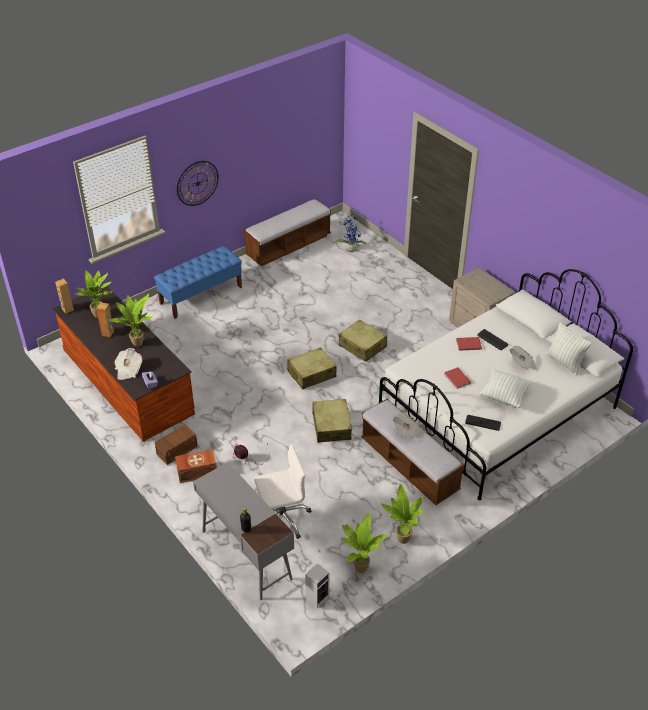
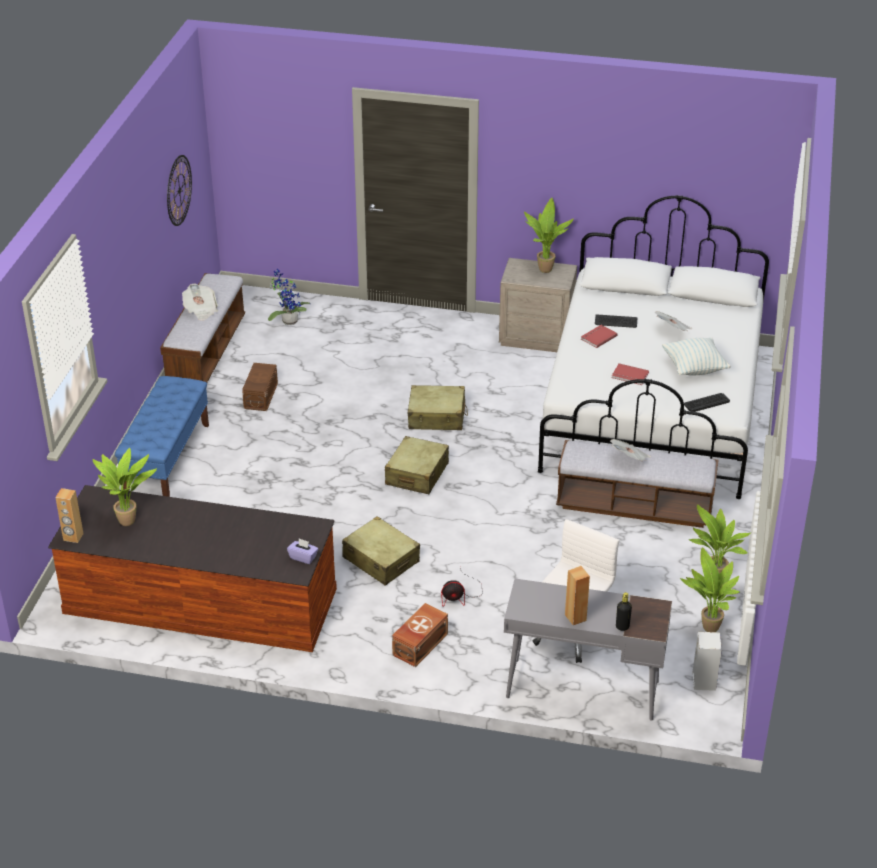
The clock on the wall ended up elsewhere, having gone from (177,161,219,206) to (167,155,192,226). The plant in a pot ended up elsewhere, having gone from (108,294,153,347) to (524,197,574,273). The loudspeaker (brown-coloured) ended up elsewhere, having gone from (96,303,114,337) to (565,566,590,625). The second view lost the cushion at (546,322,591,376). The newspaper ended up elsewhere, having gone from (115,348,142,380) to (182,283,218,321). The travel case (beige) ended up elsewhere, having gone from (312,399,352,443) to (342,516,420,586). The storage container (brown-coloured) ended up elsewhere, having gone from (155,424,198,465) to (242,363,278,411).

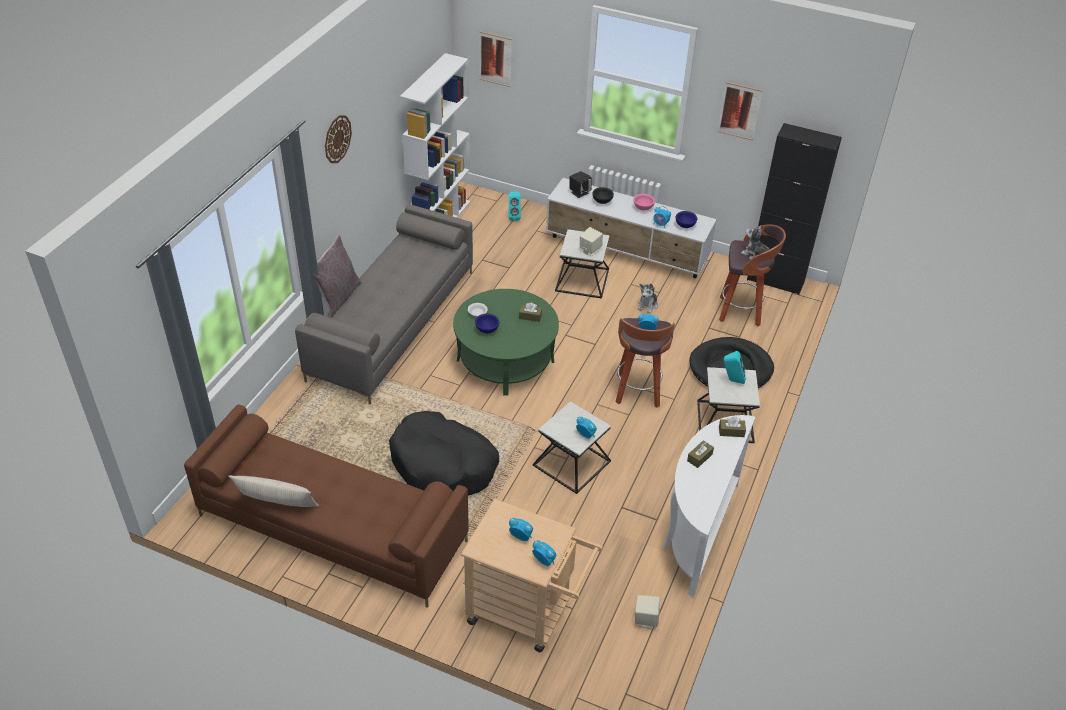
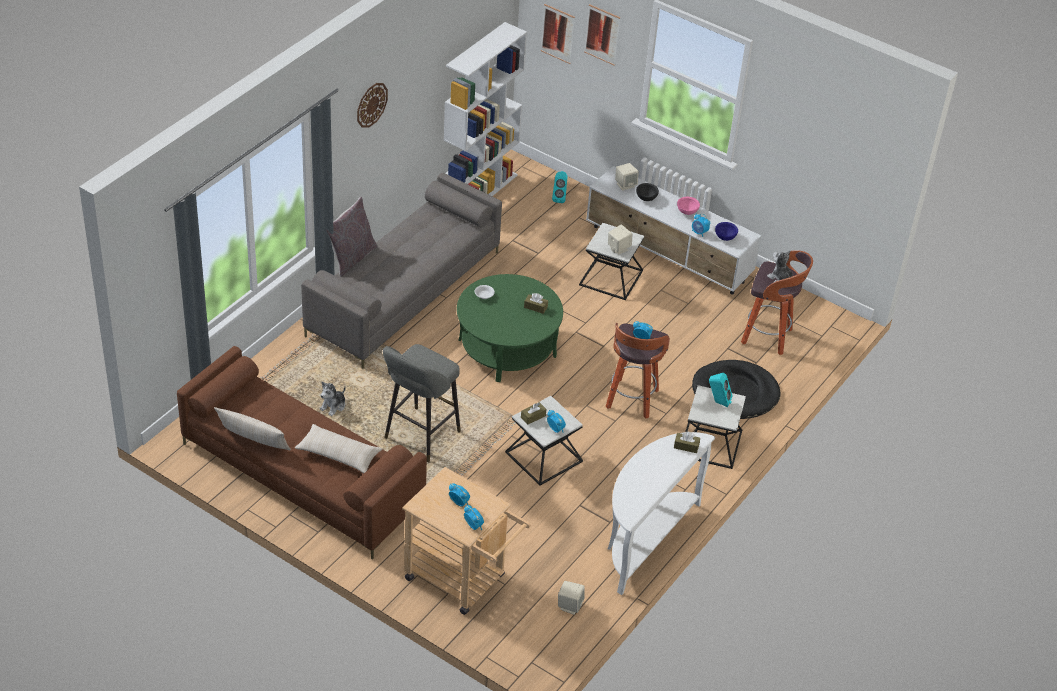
The wall art ended up elsewhere, having gone from (718,82,763,141) to (584,4,620,66). The second view lost the cabinet (blackish) at (747,123,842,295). What was the loudspeaker (blackish) at (570,171,592,198) turned into the loudspeaker (beige) at (615,163,639,191). The plush toy ended up elsewhere, having gone from (638,283,658,314) to (320,381,345,416). The second view lost the serving bowl (blue-coloured) at (475,313,499,333). Where the dog cushion (blackish) stood at (389,411,499,496), the sitting stool (grey) came to stand at (383,344,461,462). The tissue holder (brown-coloured) ended up elsewhere, having gone from (687,440,714,468) to (521,402,546,425). The second view gained the cushion (beige) at (295,424,382,473).

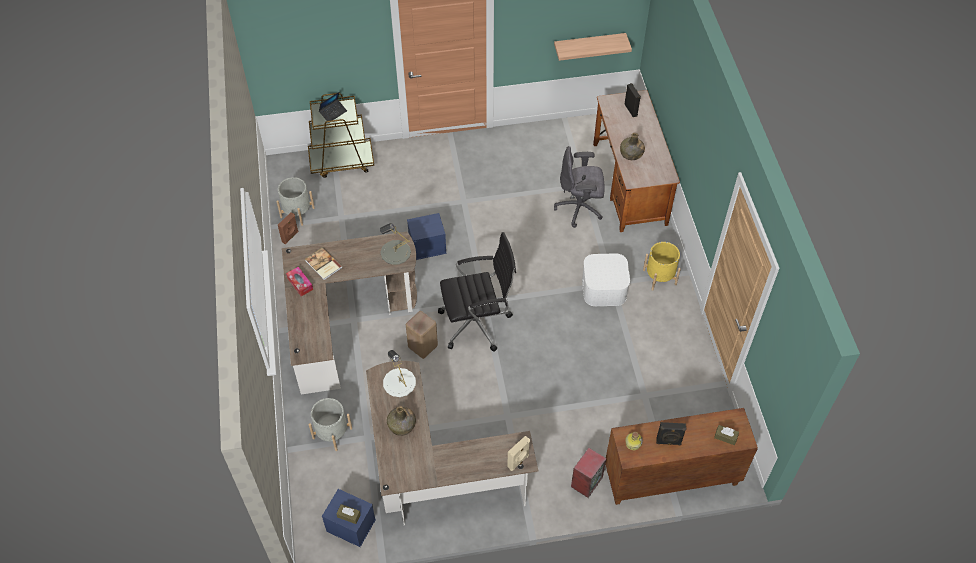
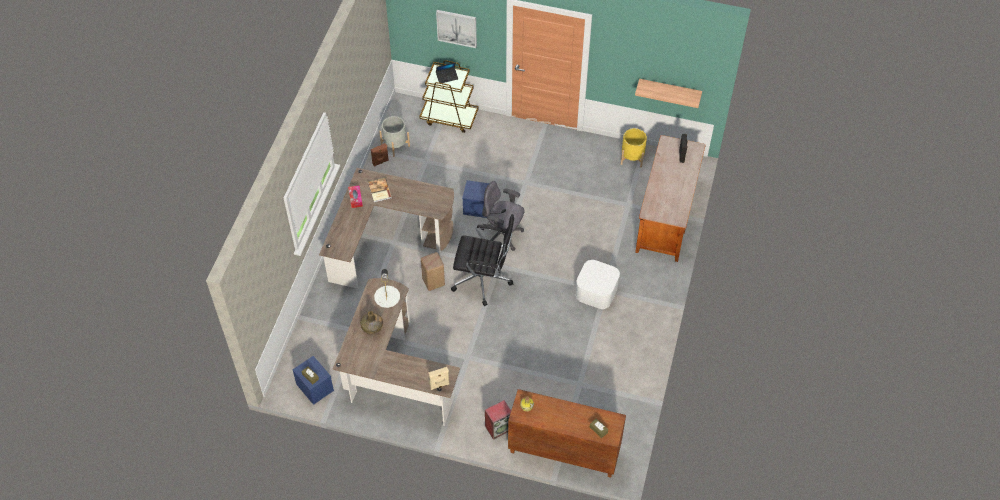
The second view lost the drink bottle (greenish) at (620,133,645,160). The office chair (grey) ended up elsewhere, having gone from (554,146,604,228) to (481,181,525,251). The second view lost the table lamp (grey) at (380,223,411,265). The plant pot (yellow) ended up elsewhere, having gone from (643,242,681,291) to (621,128,647,167). The second view lost the plant pot (grey) at (309,398,352,451). The second view lost the loudspeaker (blackish) at (656,422,686,445). The second view gained the wall art at (436,10,477,48).

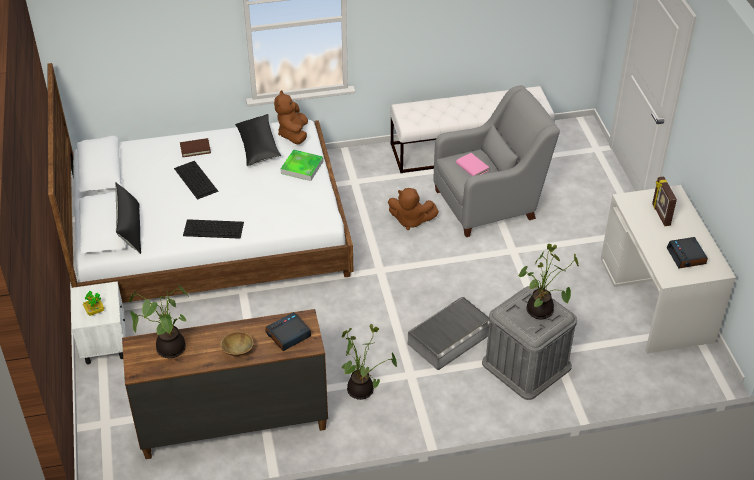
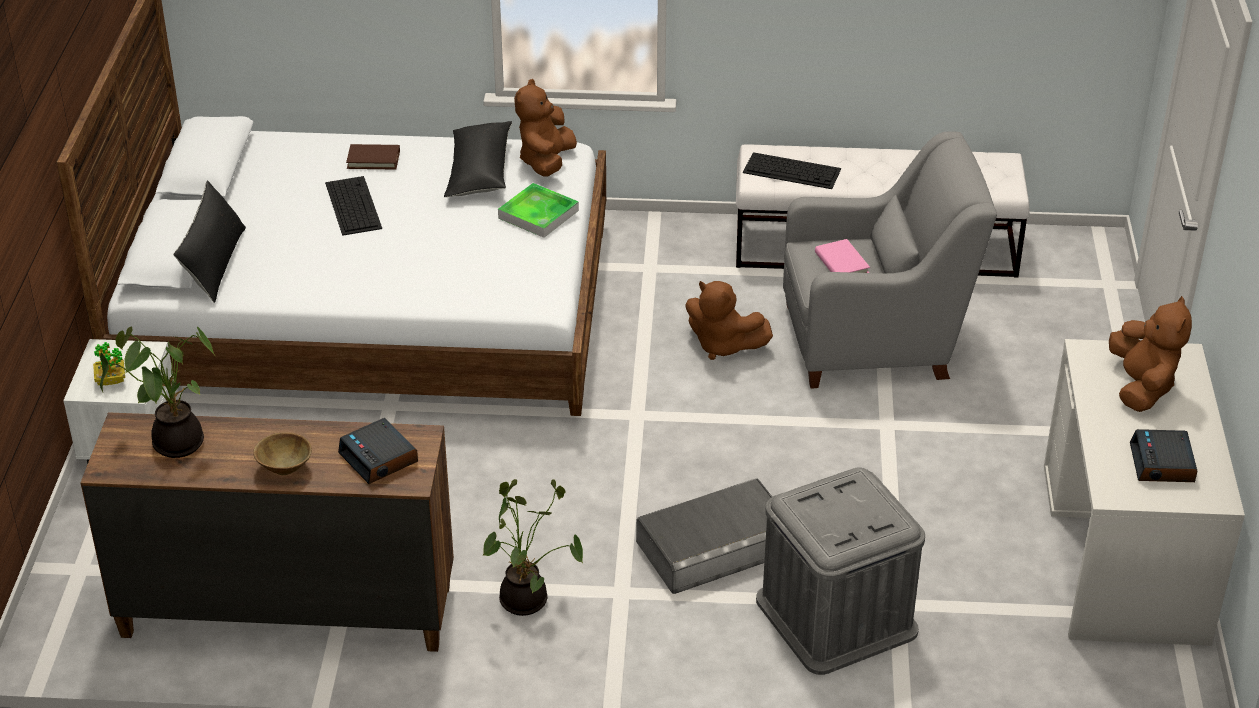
Where the photo frame stood at (652,177,677,226), the plush toy (brown-coloured) came to stand at (1109,296,1192,412). The computer keyboard ended up elsewhere, having gone from (183,219,244,239) to (743,152,841,189). The second view lost the plant in a pot at (518,244,579,319). The alarm clock at (265,312,311,351) ended up facing another way, 105 degrees counterclockwise from before.

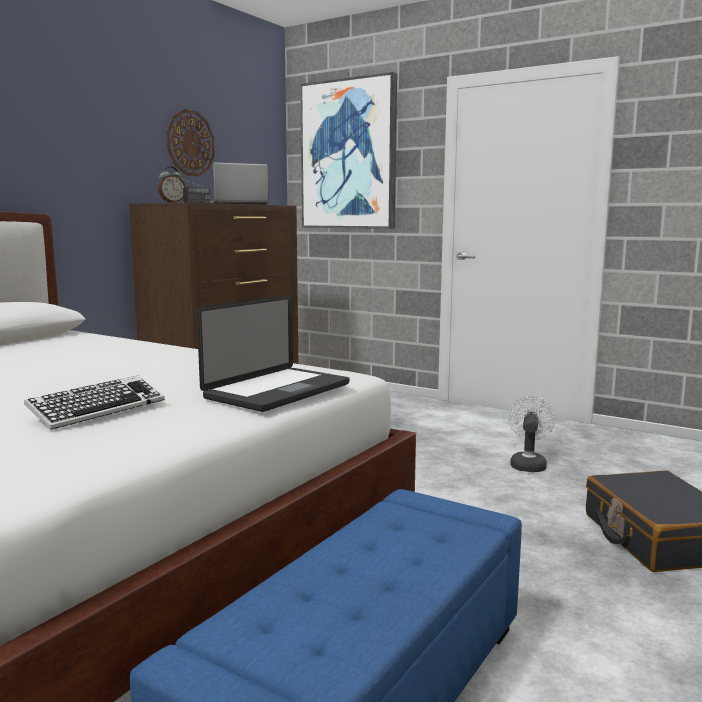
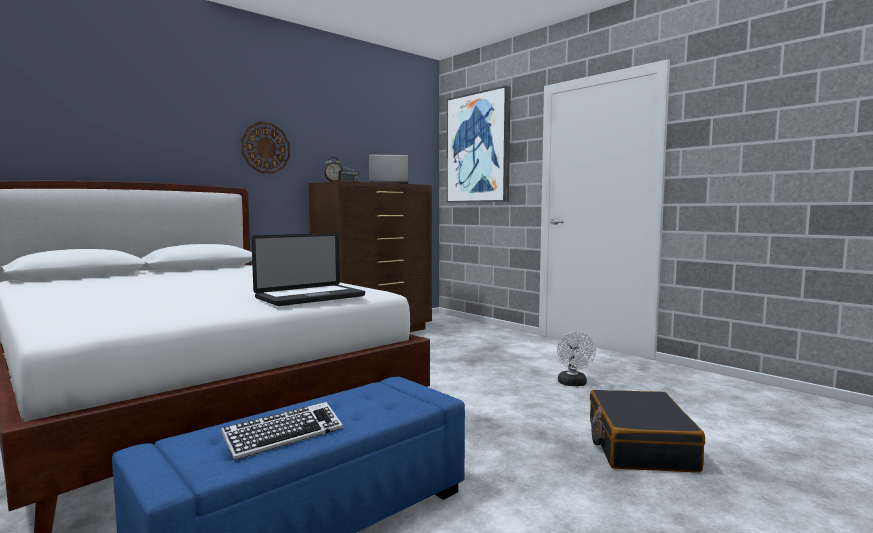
The clock on the wall ended up elsewhere, having gone from (167,109,215,176) to (241,122,290,174). The computer keyboard ended up elsewhere, having gone from (24,375,165,430) to (221,402,343,460). The electric fan (white) at (508,396,555,472) ended up facing another way, 150 degrees clockwise from before.

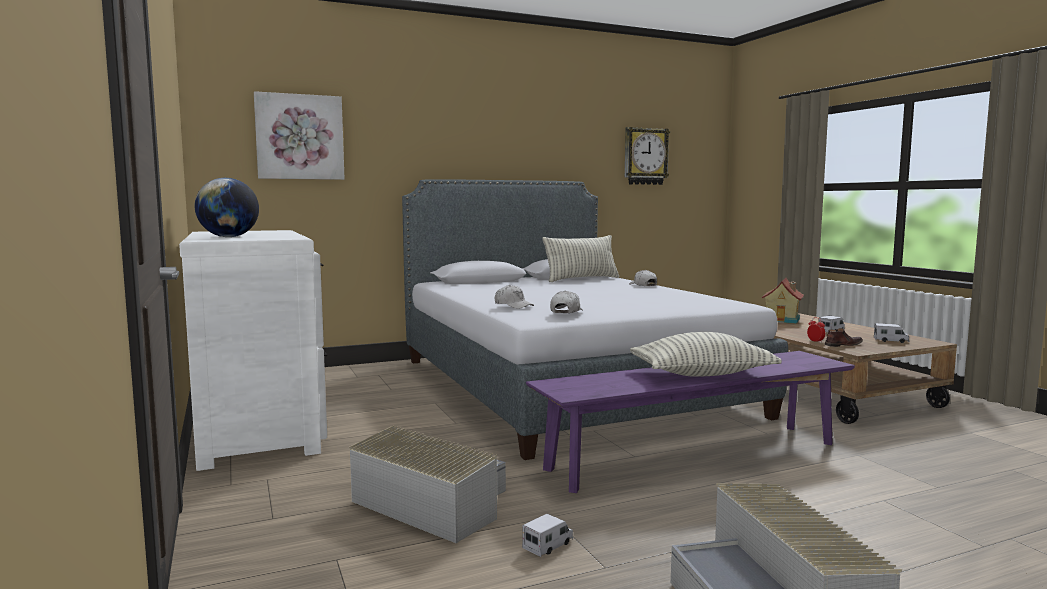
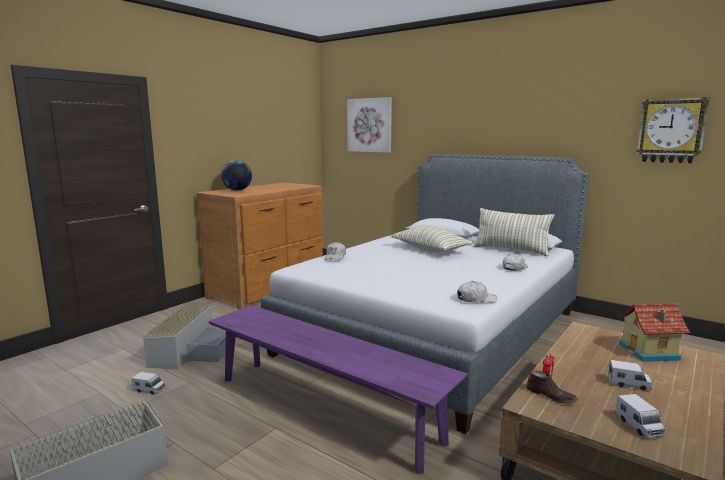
What was the chest of drawers (white) at (179,230,327,471) turned into the chest of drawers (brown-coloured) at (196,183,323,310). The peaked cap (white) ended up elsewhere, having gone from (550,291,583,313) to (457,281,498,303). The cushion ended up elsewhere, having gone from (630,332,782,377) to (390,225,472,252).

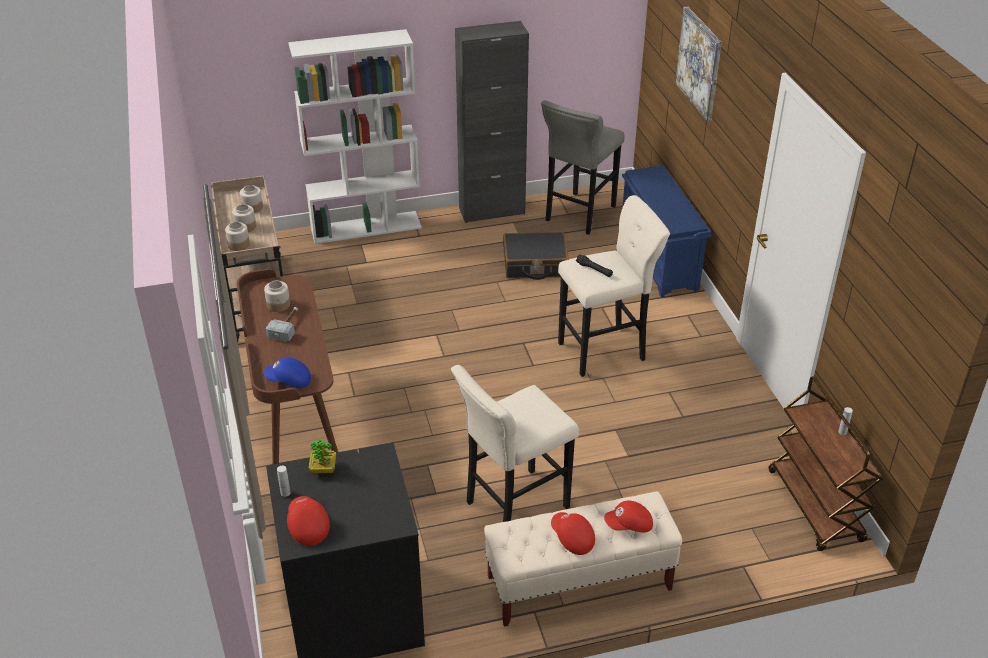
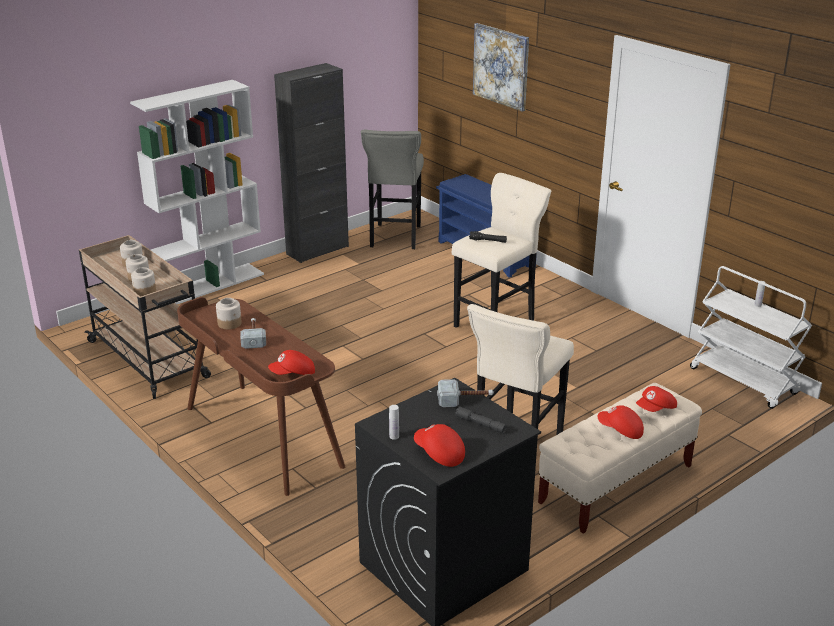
The second view lost the travel case (blackish) at (503,232,569,280). What was the peaked cap (blue-coloured) at (264,357,311,388) turned into the peaked cap (reddish) at (268,350,315,375). What was the trolley (brown-coloured) at (769,376,884,551) turned into the trolley (white) at (690,266,812,409). The second view lost the plant in a pot at (308,439,336,473). The second view gained the hand hammer at (437,379,494,407). The second view gained the flashlight (grey) at (455,406,507,433).

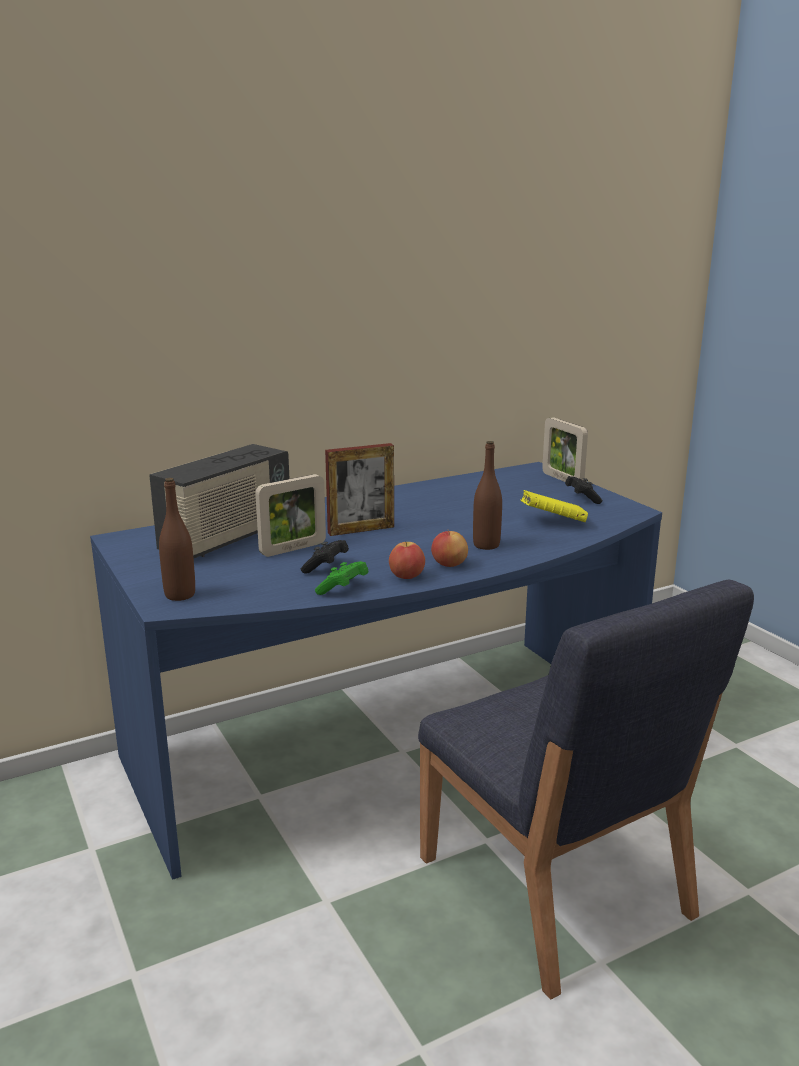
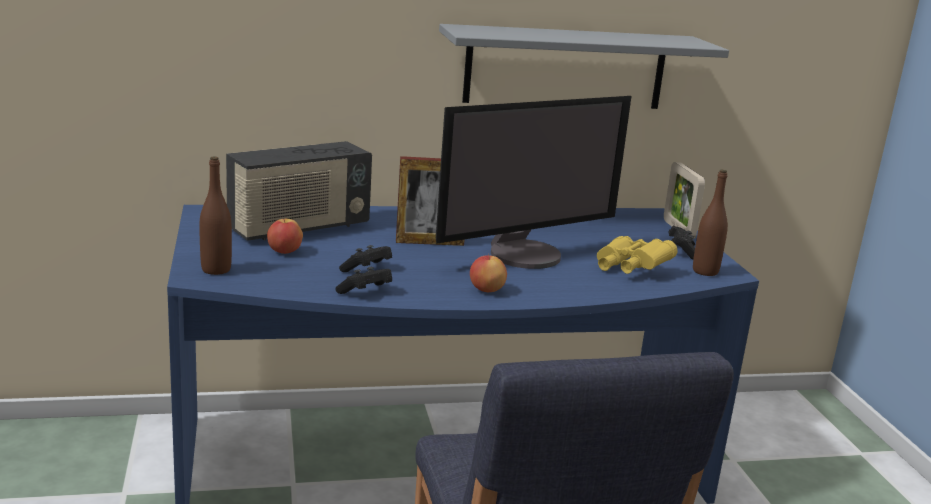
The drink bottle (brown-coloured) ended up elsewhere, having gone from (473,441,502,550) to (693,169,728,276). The second view lost the photo frame at (255,474,326,557). Where the book (yellow) stood at (521,490,588,522), the pair of binoculars (yellow) came to stand at (597,236,677,274). The whole apple ended up elsewhere, having gone from (389,542,425,579) to (267,218,303,254). What was the game controller (greenish) at (315,561,368,595) turned into the game controller (blackish) at (335,267,392,294). The second view gained the bracket shelf (grey) at (439,24,729,109). The second view gained the computer display at (436,96,631,269).

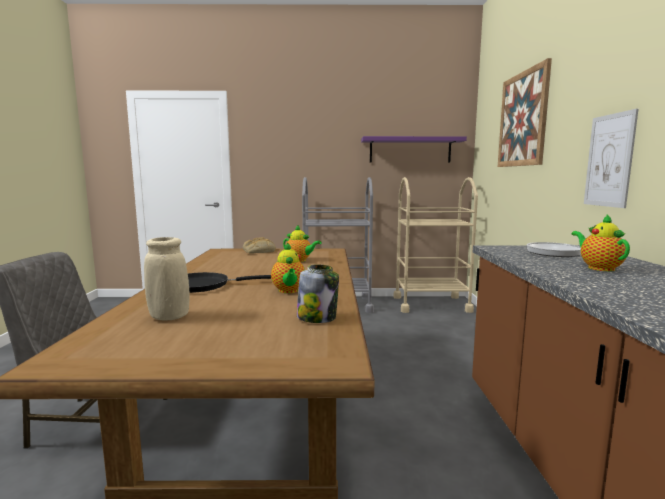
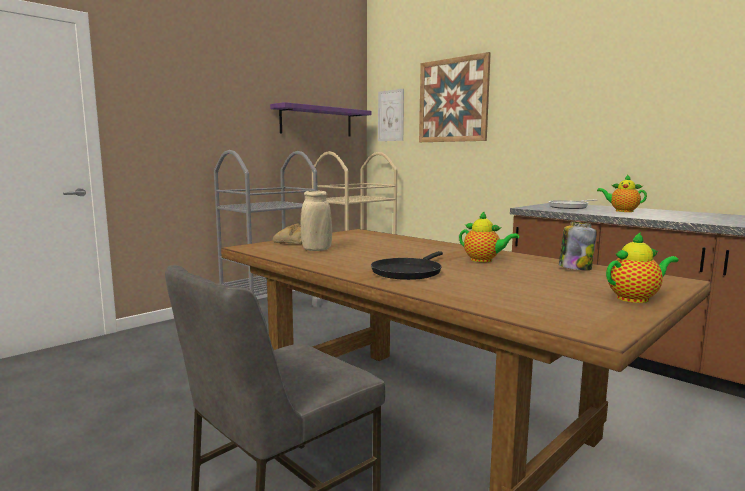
The wall art ended up elsewhere, having gone from (584,109,638,208) to (378,89,404,141). The pot for tea ended up elsewhere, having gone from (283,225,322,262) to (606,232,679,303). The decorative vase (beige) ended up elsewhere, having gone from (144,237,190,321) to (301,191,332,251).

